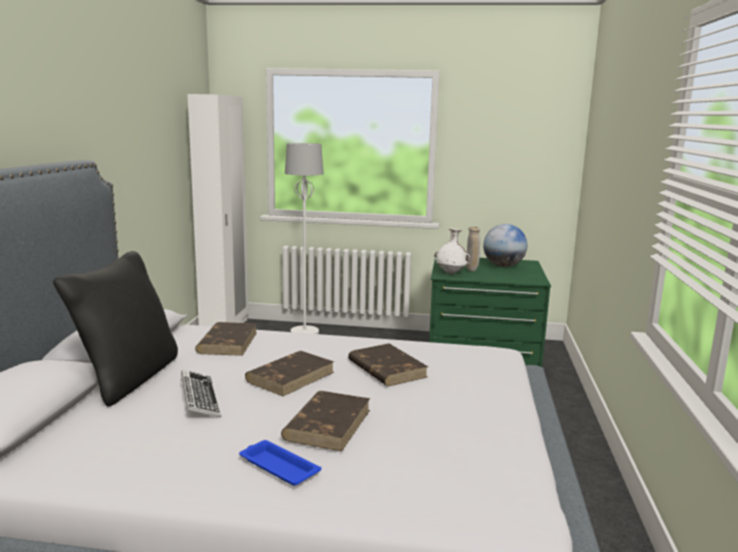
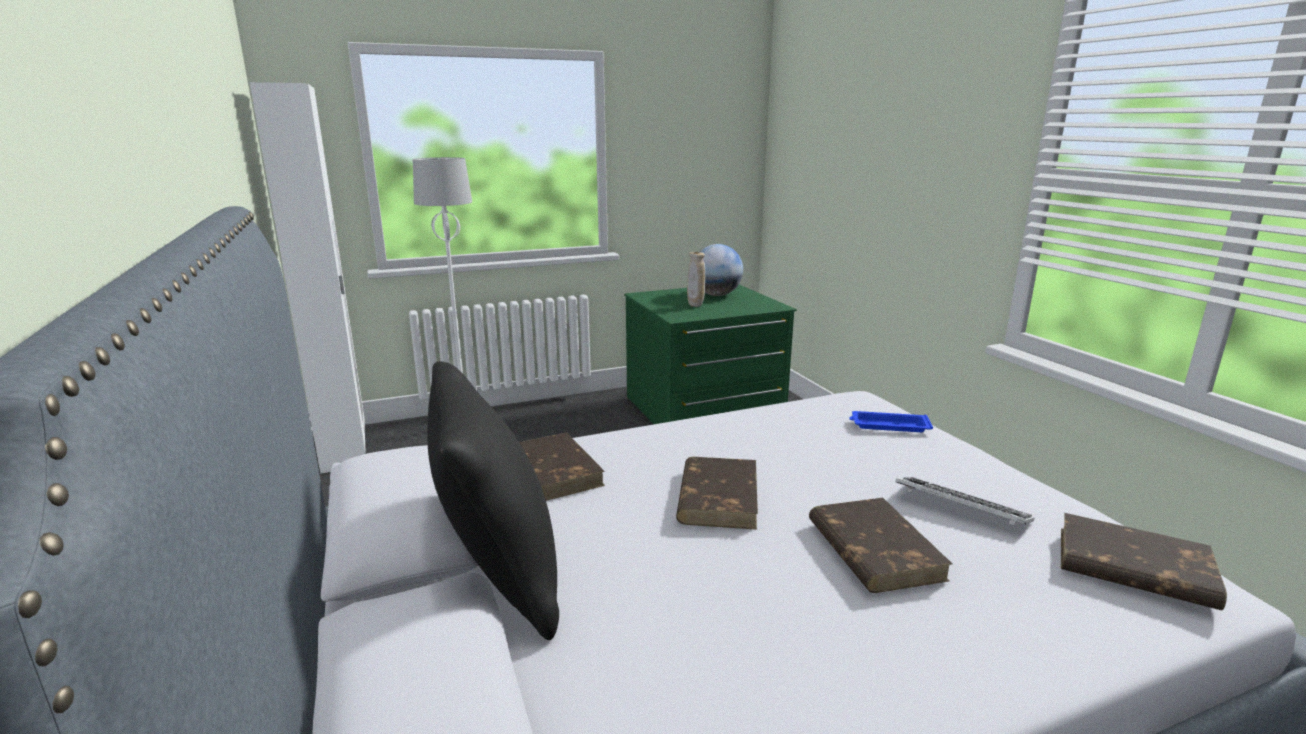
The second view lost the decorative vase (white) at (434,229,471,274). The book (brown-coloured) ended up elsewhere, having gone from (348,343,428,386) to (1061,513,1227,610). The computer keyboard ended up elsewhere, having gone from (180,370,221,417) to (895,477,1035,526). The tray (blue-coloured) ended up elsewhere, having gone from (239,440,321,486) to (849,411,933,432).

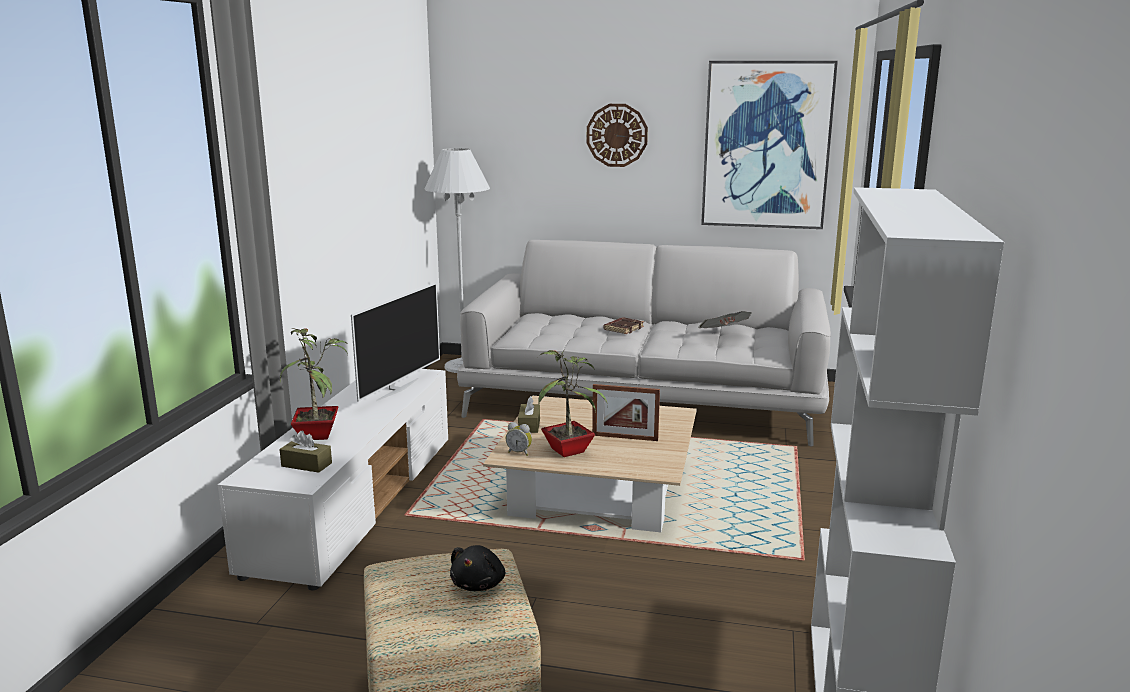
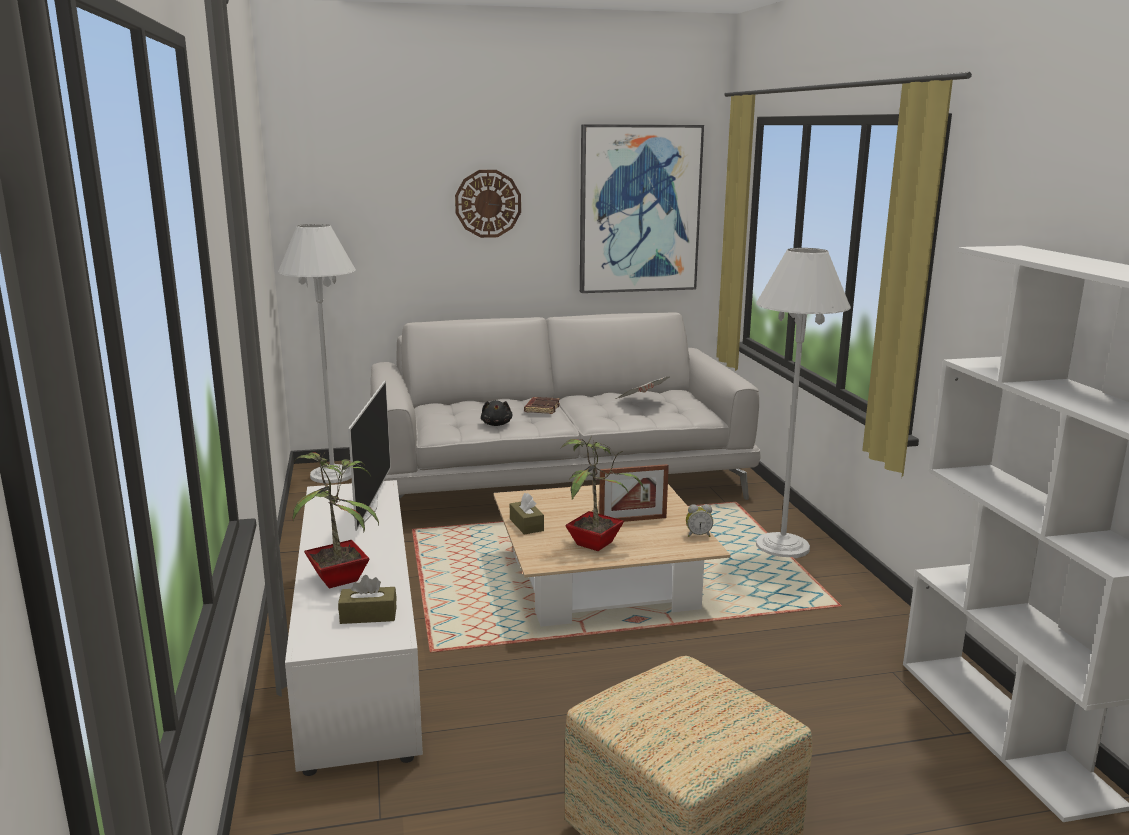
The alarm clock ended up elsewhere, having gone from (506,422,532,456) to (686,504,713,537). The plush toy (blackish) ended up elsewhere, having gone from (450,545,505,591) to (481,400,512,426). The second view gained the standard lamp (white) at (756,248,851,558).

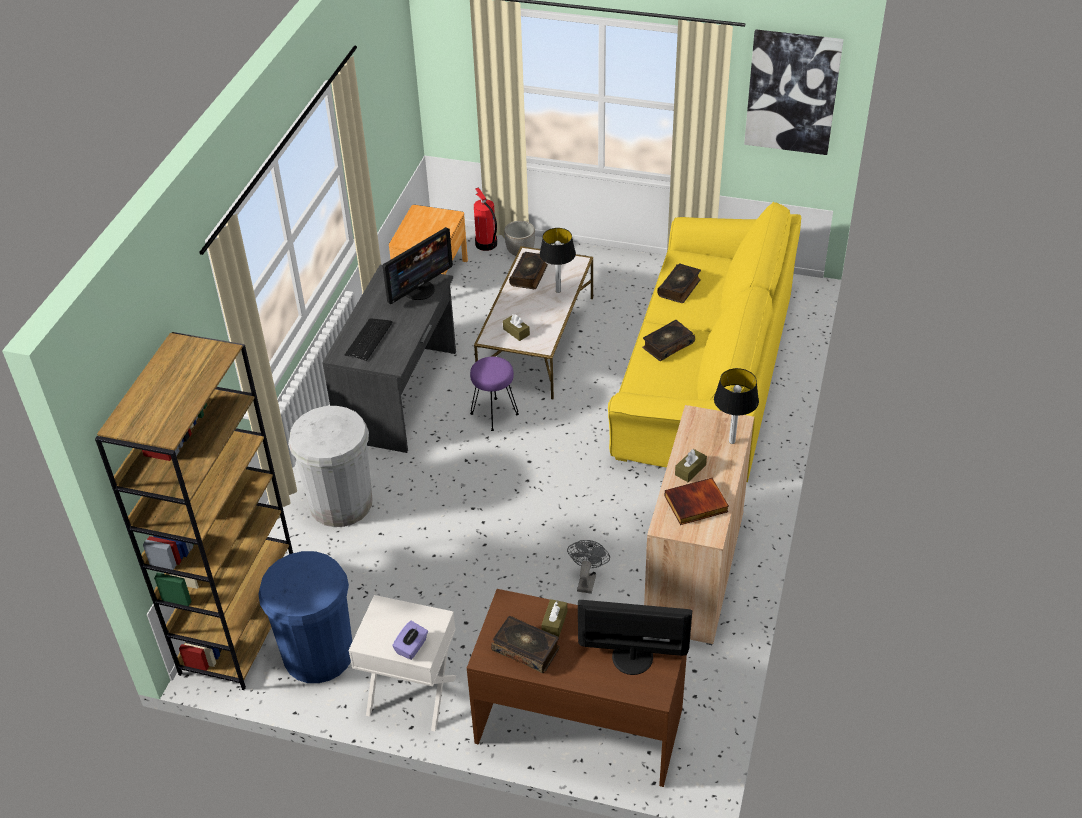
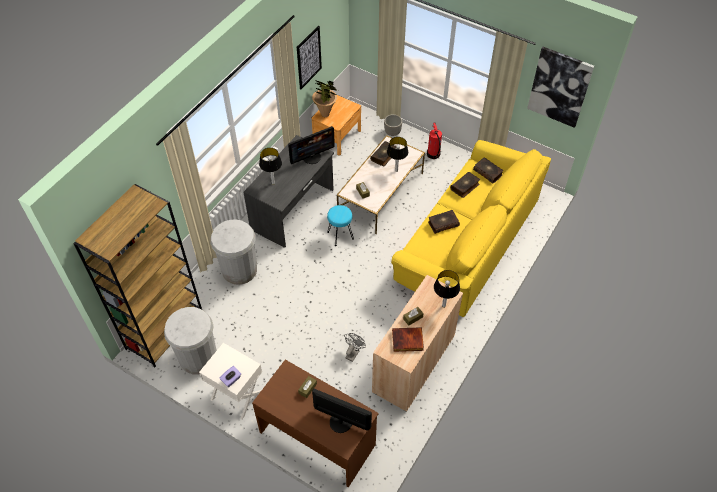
The extinguisher ended up elsewhere, having gone from (474,187,497,251) to (427,122,442,159). Where the computer keyboard stood at (345,318,392,361), the table lamp came to stand at (259,148,282,185). What was the sitting stool (purple) at (470,357,519,431) turned into the sitting stool (turquoise-coloured) at (327,205,354,246). What was the rubbish bin (blue-coloured) at (258,551,352,683) turned into the rubbish bin (white) at (164,307,217,375). The book ended up elsewhere, having gone from (491,616,560,673) to (473,157,503,184). The second view gained the wall art at (297,26,322,89). The second view gained the plant in a pot at (312,81,338,117).

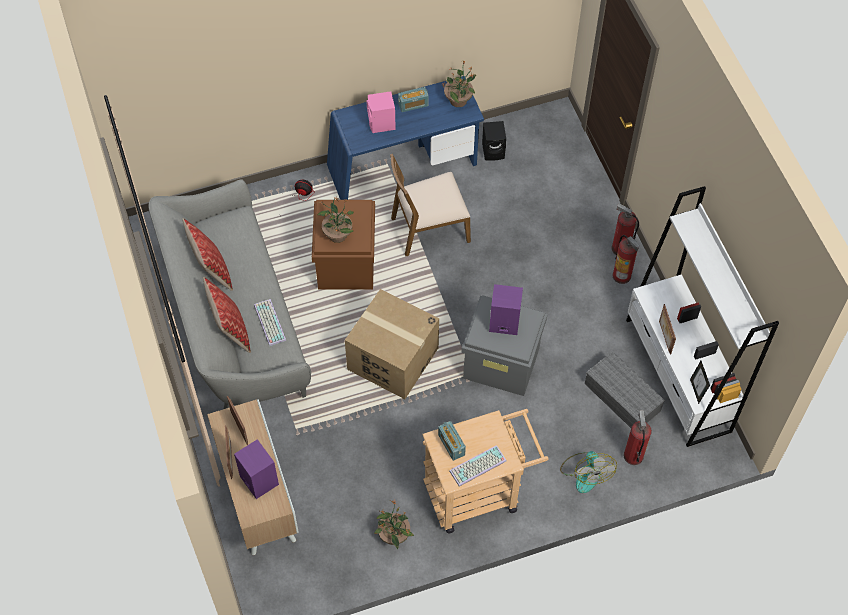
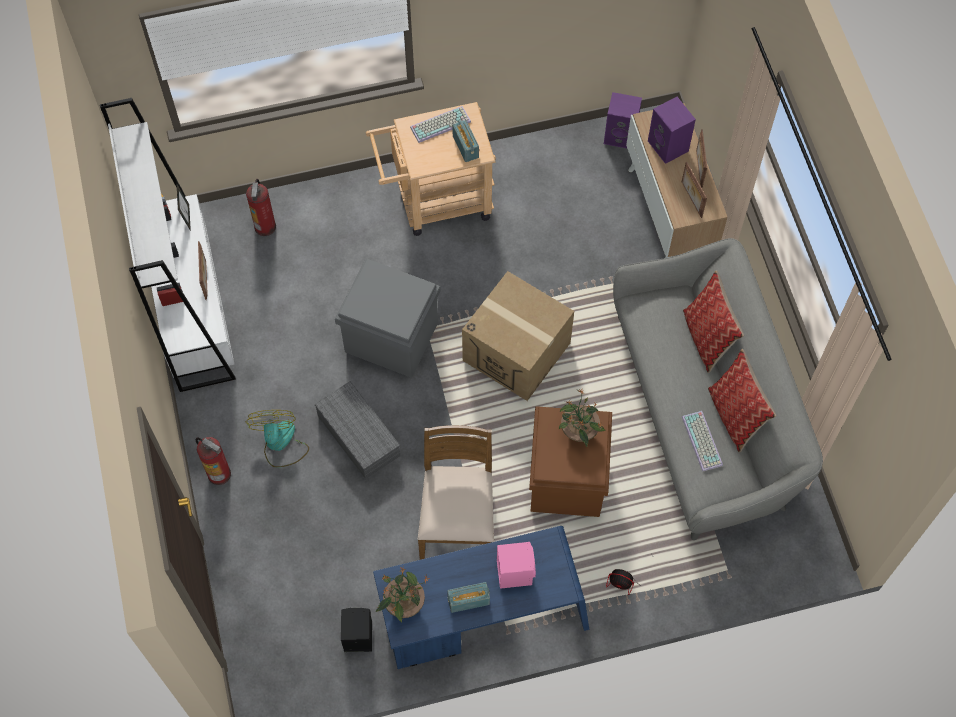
The plain chair (brown-coloured) at (390,153,471,256) ended up facing another way, 75 degrees counterclockwise from before. The second view lost the extinguisher at (613,235,640,284). The loudspeaker (purple) ended up elsewhere, having gone from (489,284,523,335) to (604,92,642,148). The computer keyboard ended up elsewhere, having gone from (254,299,286,346) to (682,411,723,472). The storage container (grey) ended up elsewhere, having gone from (585,351,665,428) to (315,381,400,479). The electric fan ended up elsewhere, having gone from (560,451,617,493) to (246,410,309,467). The second view lost the plant in a pot at (374,500,414,550).

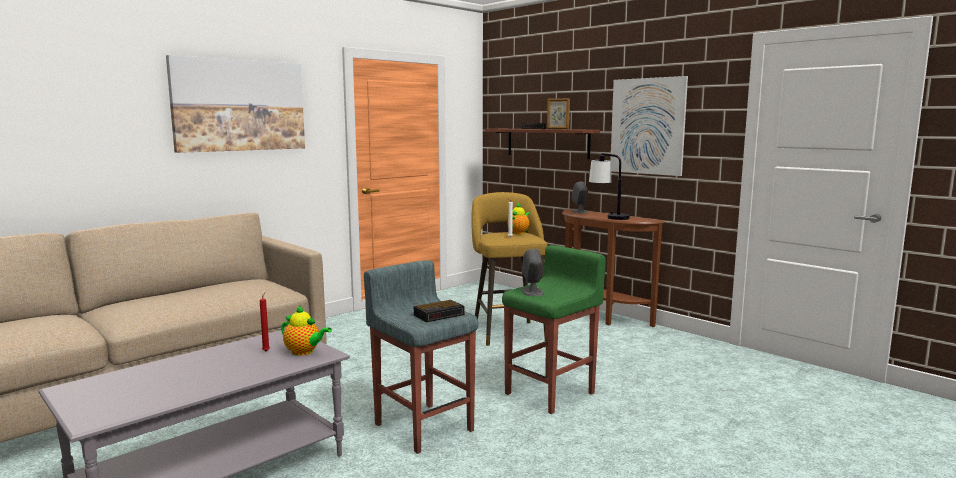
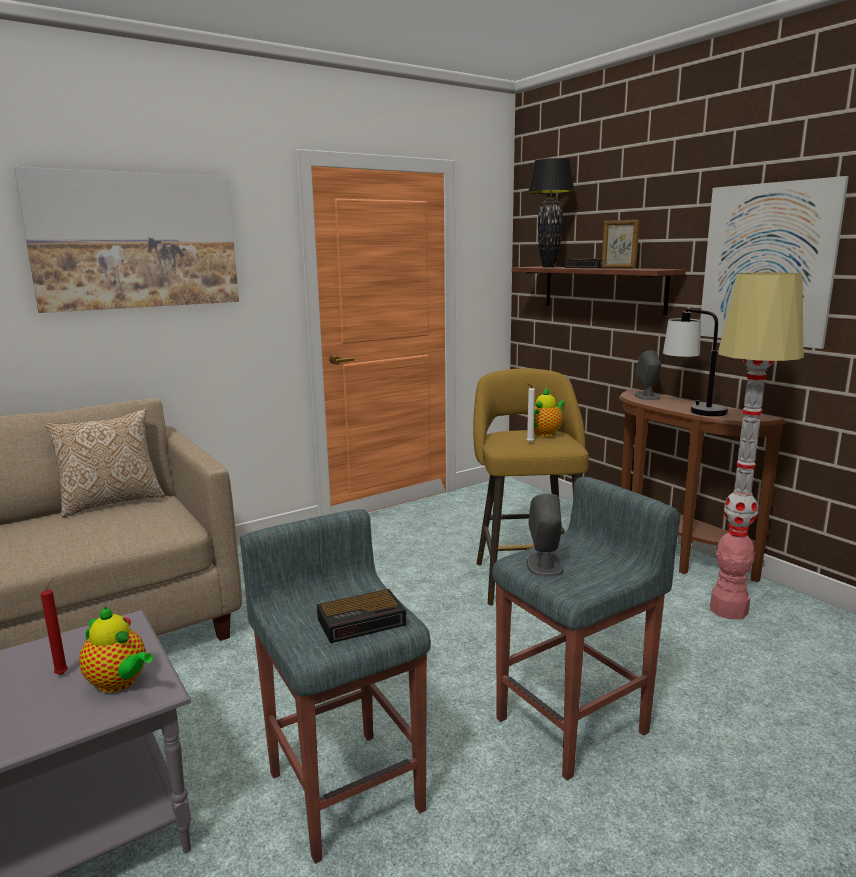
What was the sitting stool (greenish) at (502,245,606,414) turned into the sitting stool (grey) at (492,477,680,780). The second view gained the table lamp (blackish) at (528,158,575,267). The second view gained the standard lamp at (710,273,804,620). The second view gained the cushion at (44,409,165,518).

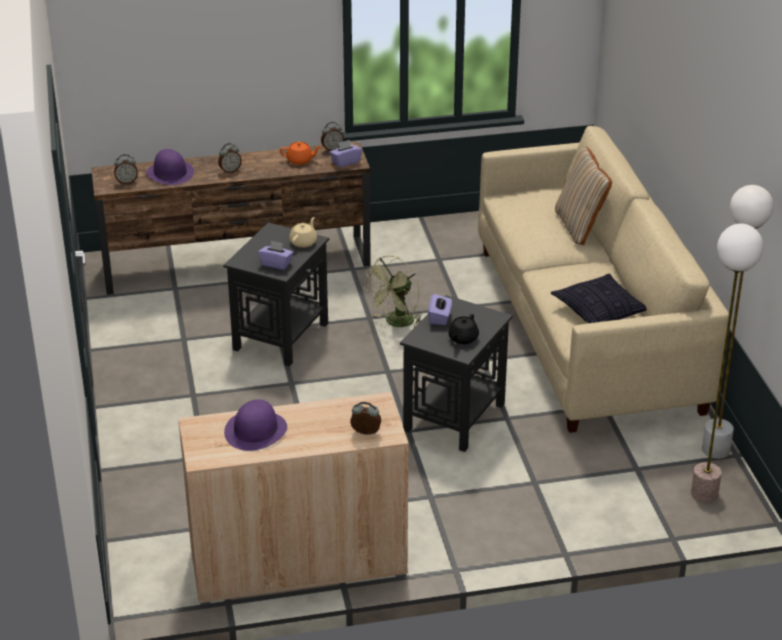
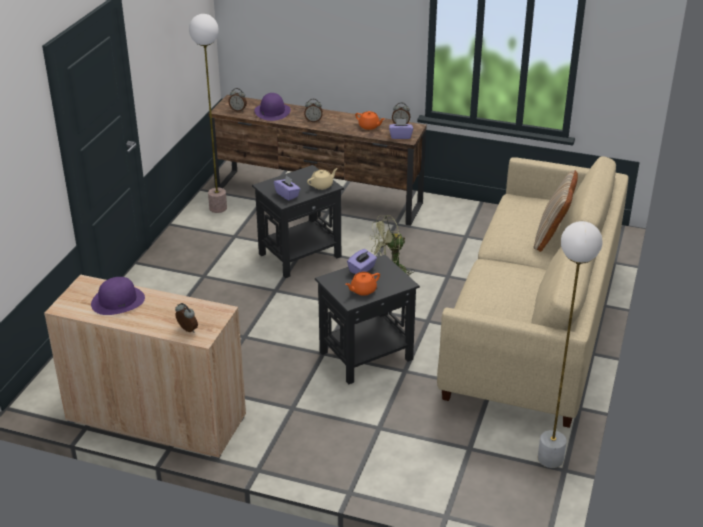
The standard lamp ended up elsewhere, having gone from (691,224,763,502) to (189,14,227,213). The second view lost the cushion at (551,274,647,323). What was the pot for tea (blackish) at (448,314,479,344) turned into the pot for tea (orange) at (345,272,380,296).

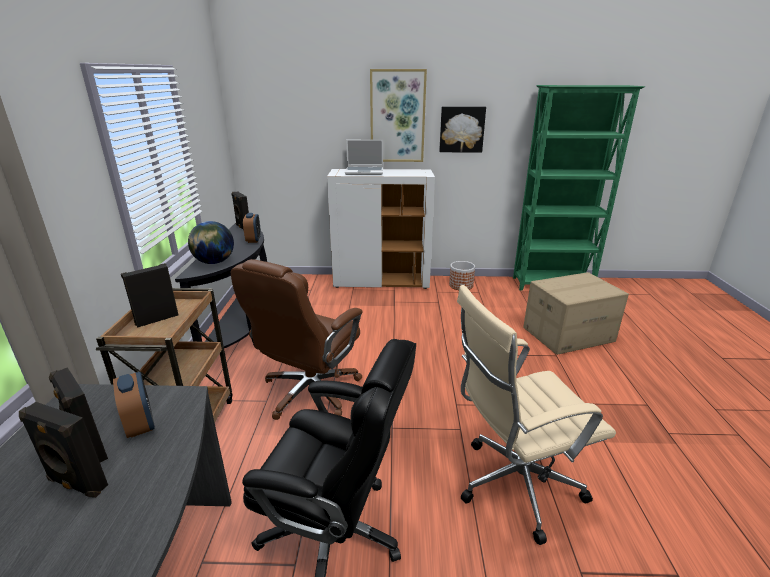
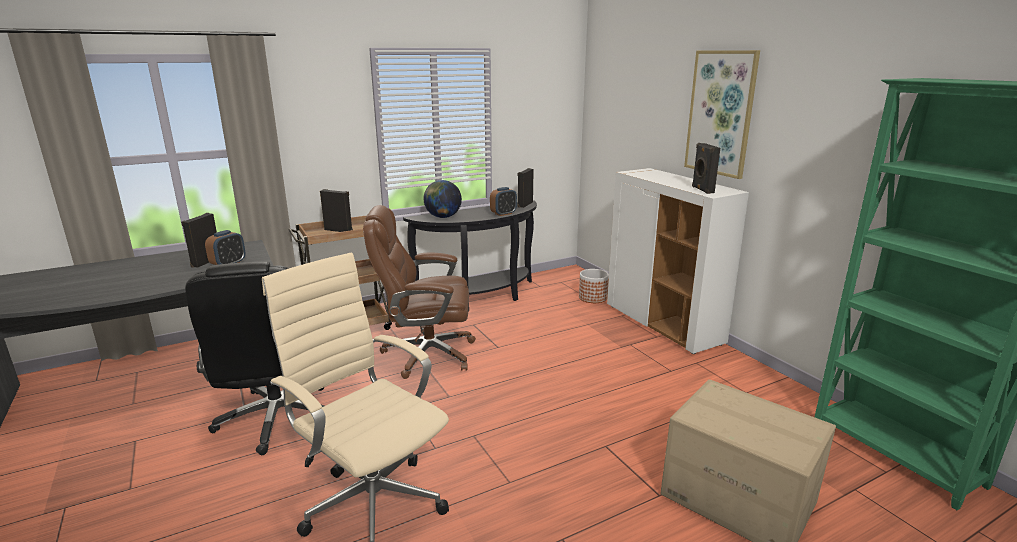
The second view lost the wall art at (439,107,486,153). The second view lost the laptop at (345,139,383,175). The plant pot ended up elsewhere, having gone from (449,261,475,290) to (579,269,609,303). The loudspeaker (blackish) ended up elsewhere, having gone from (19,402,108,498) to (692,143,720,194).

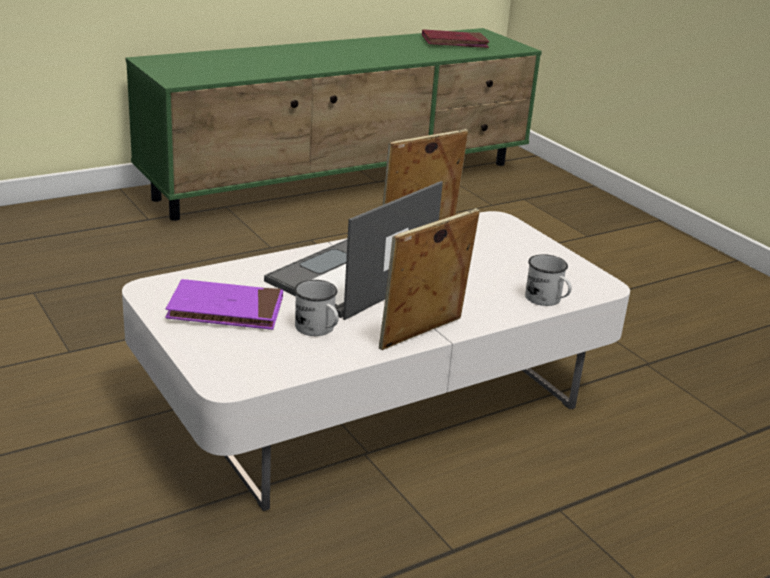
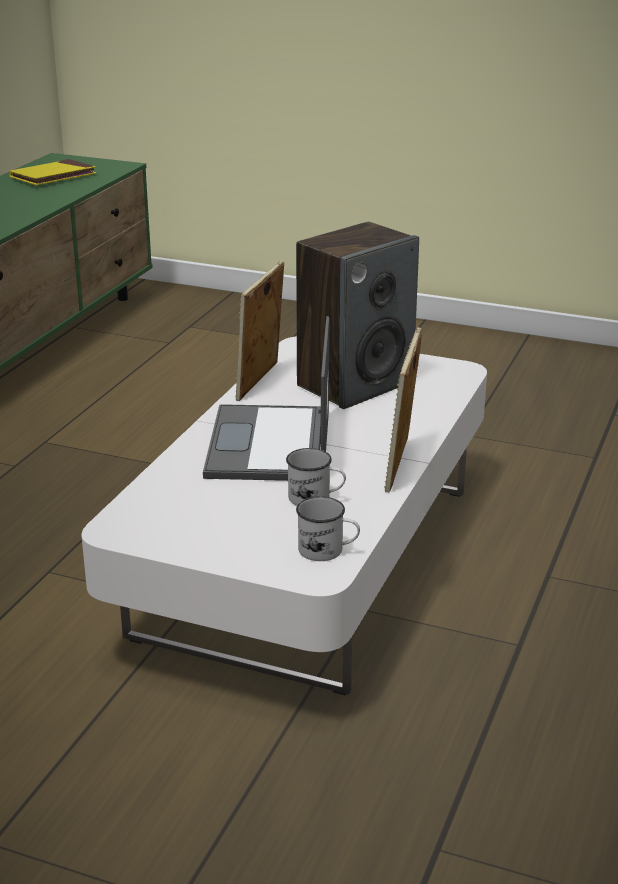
What was the book (reddish) at (422,29,490,48) turned into the book (yellow) at (9,159,96,185). The mug (white) ended up elsewhere, having gone from (525,254,572,306) to (296,496,360,561). The second view lost the book (purple) at (165,279,283,330). The second view gained the loudspeaker at (296,222,419,409).

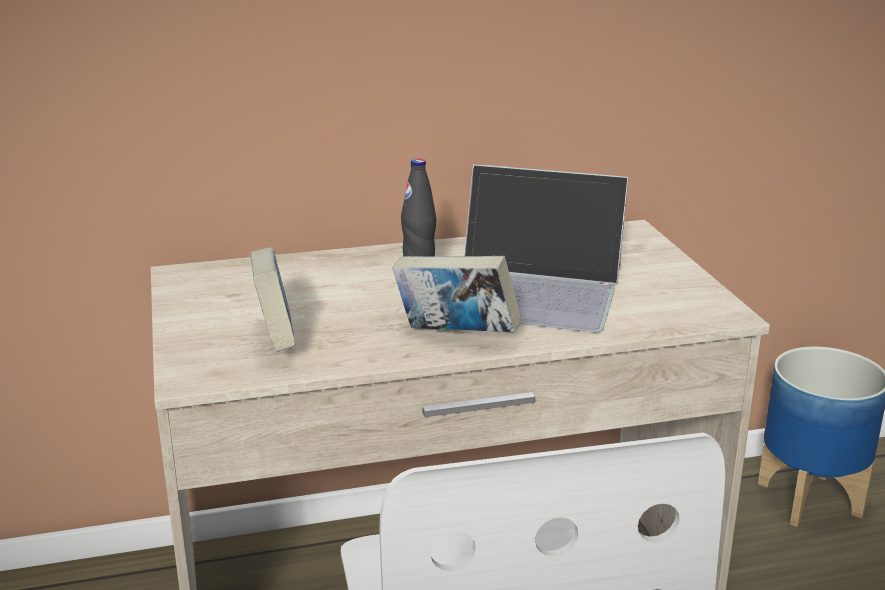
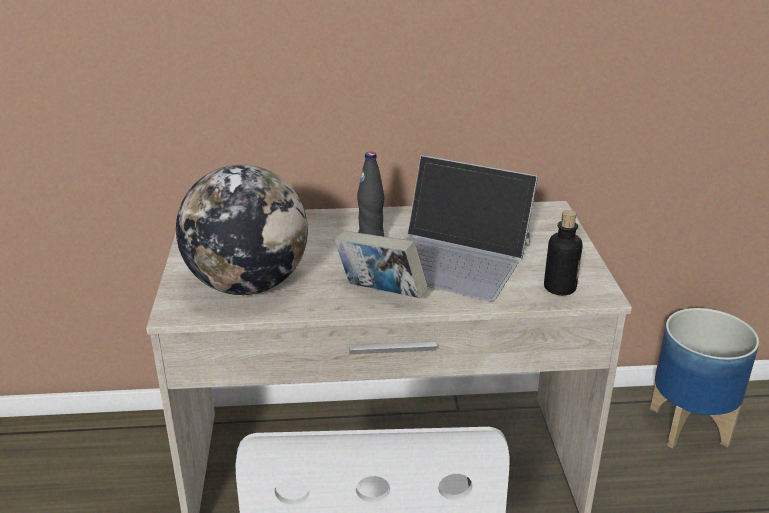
Where the book stood at (250,247,296,352), the world globe came to stand at (176,165,308,295). The second view gained the drink bottle at (544,210,582,295).

